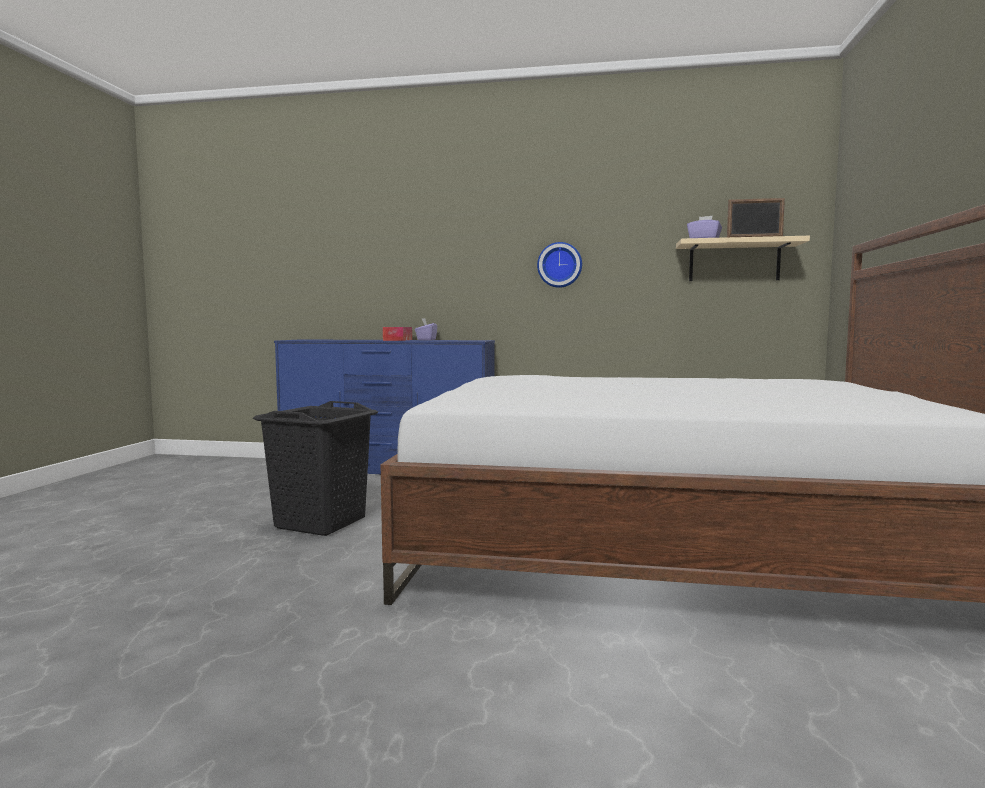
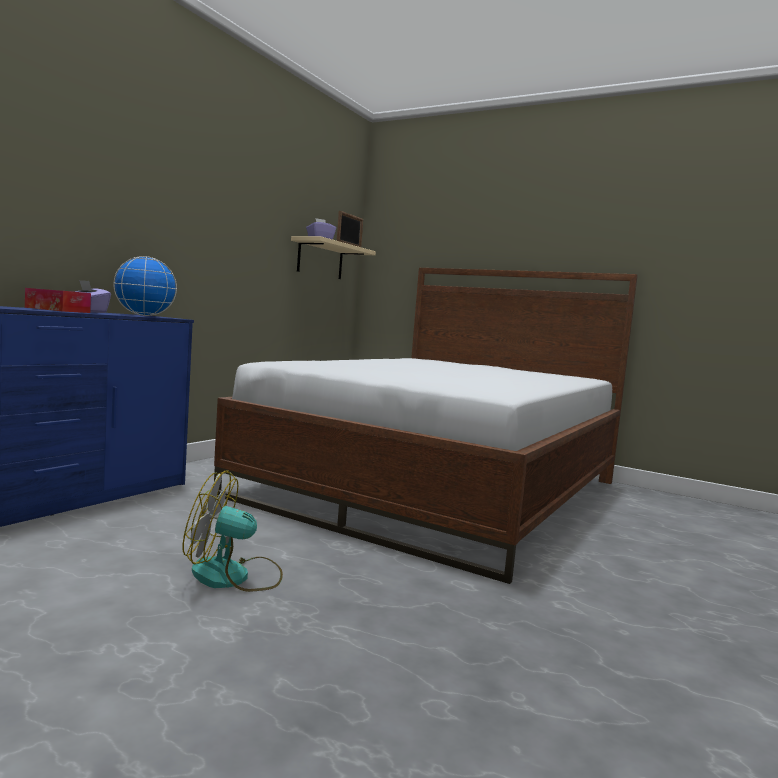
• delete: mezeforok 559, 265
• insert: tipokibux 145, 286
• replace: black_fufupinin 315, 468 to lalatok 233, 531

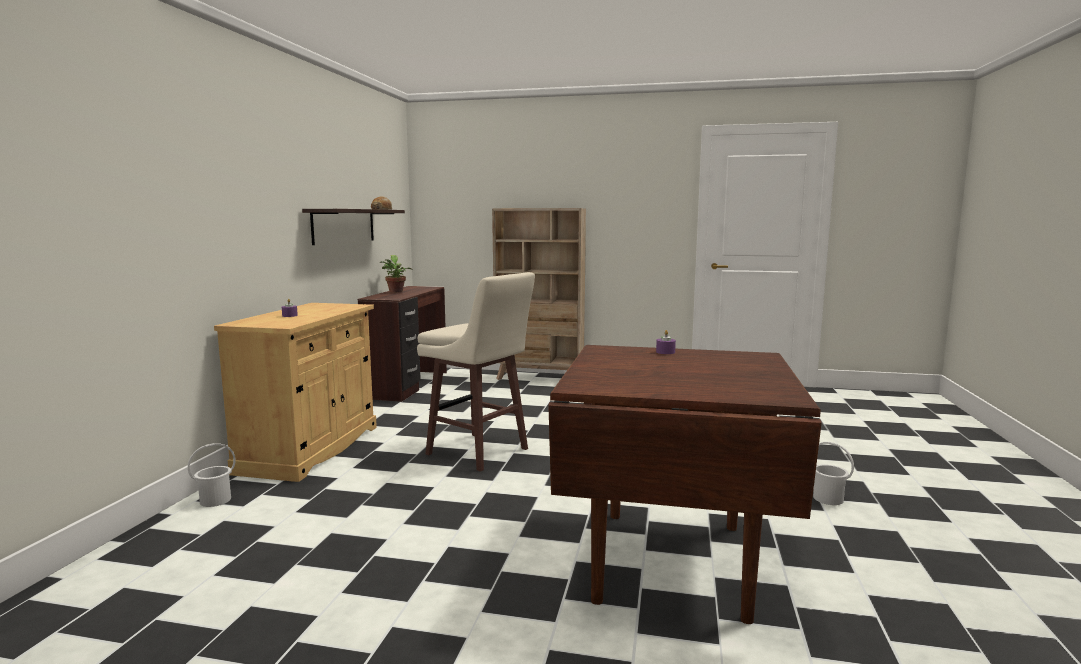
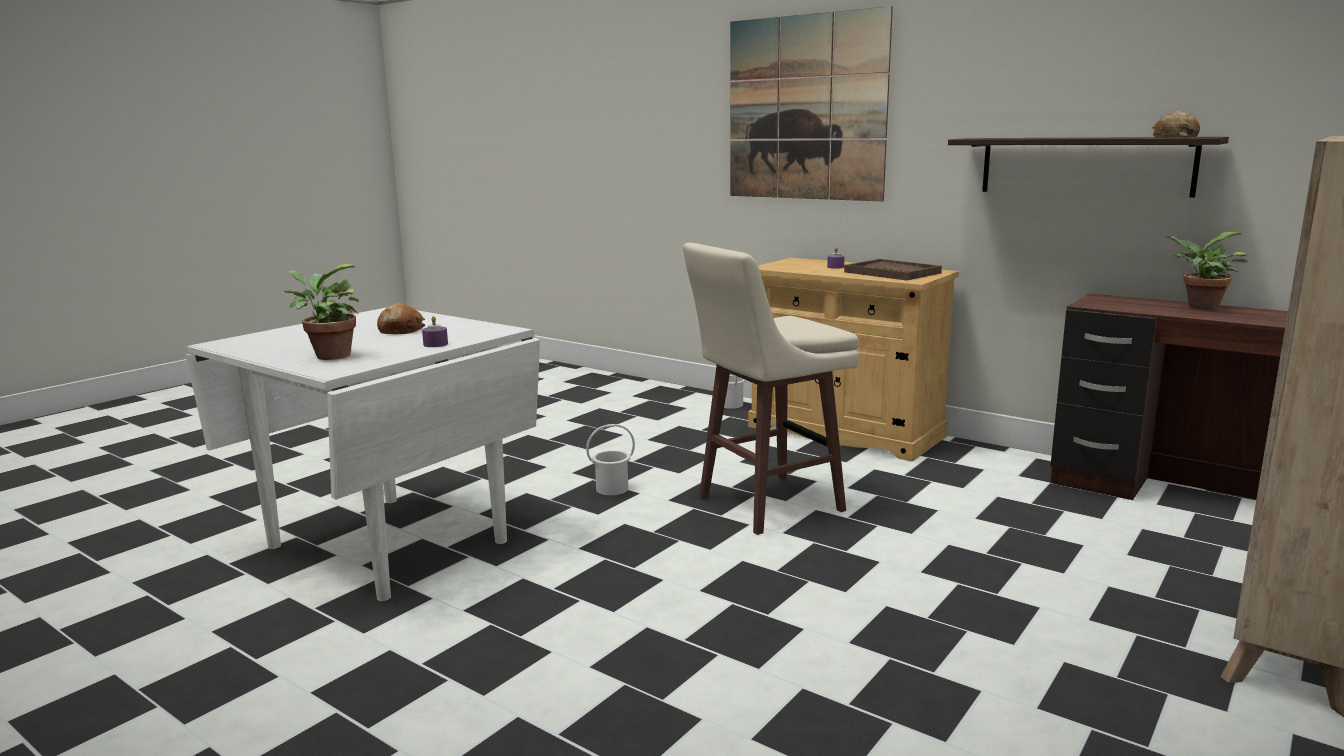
• insert: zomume 321, 312
• insert: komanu 401, 318
• insert: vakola 811, 103
• insert: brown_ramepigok 893, 270
• move: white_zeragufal 833, 473 to 610, 459
• recolor: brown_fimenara 685, 484 to white_fimenara 362, 454

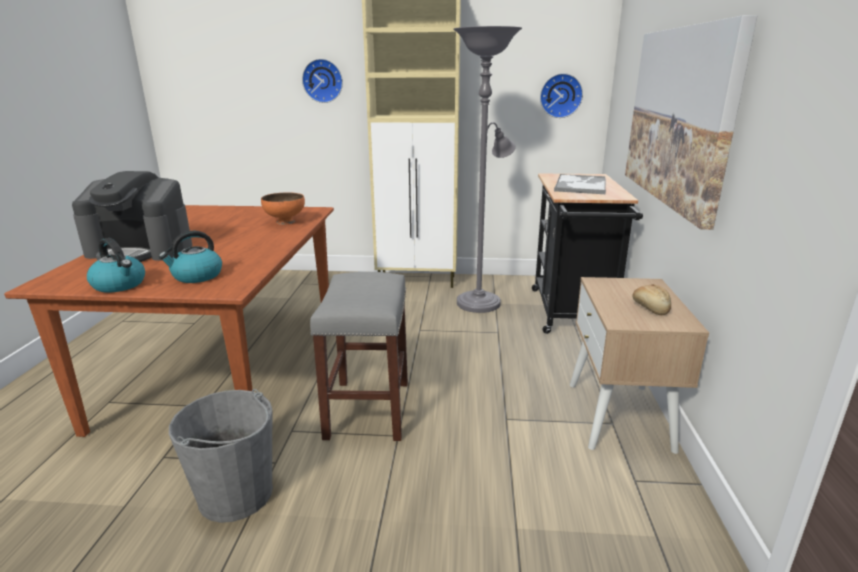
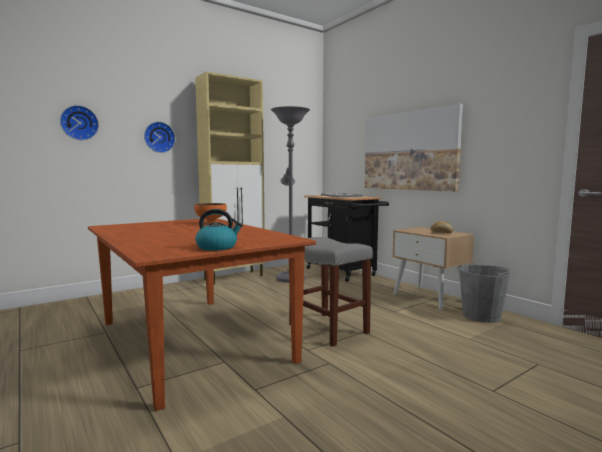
• delete: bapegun 132, 216
• delete: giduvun 190, 257
• move: grey_zeragufal 221, 456 to 484, 293
• move: mezeforok 561, 95 to 79, 122

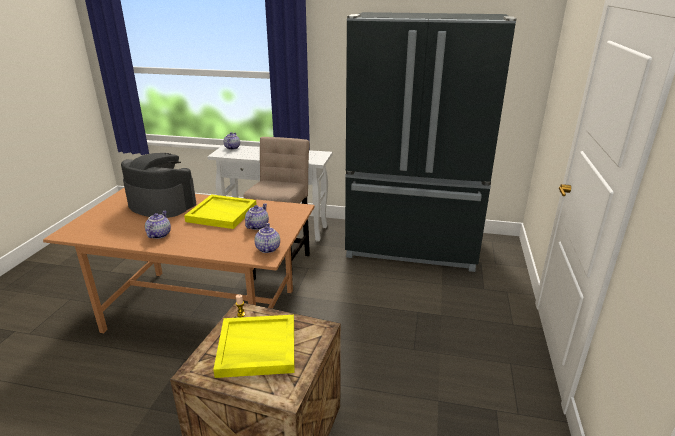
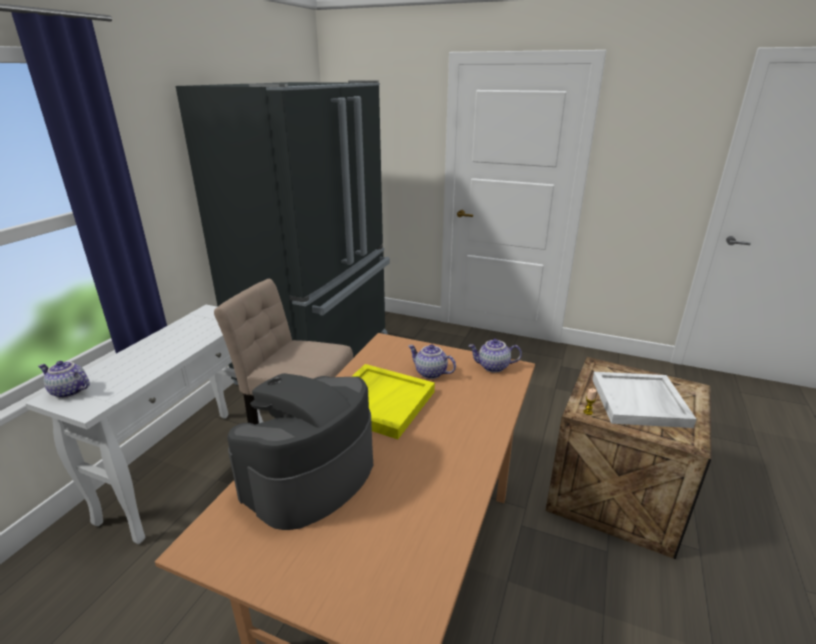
• delete: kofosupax 158, 225
• recolor: yellow_ramepigok 253, 346 to white_ramepigok 644, 400

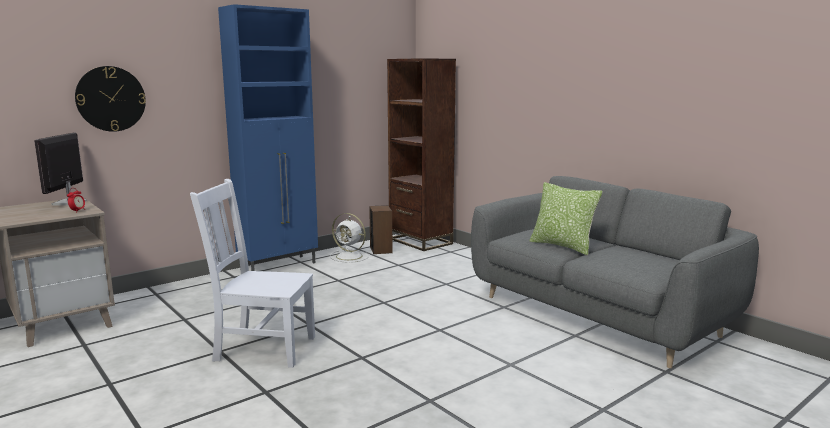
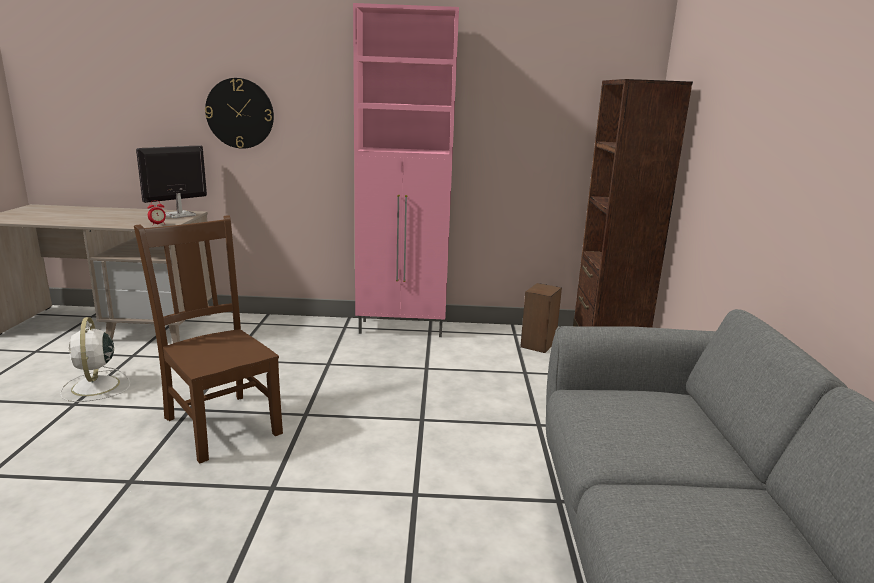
• delete: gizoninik 566, 218
• move: white_lalatok 349, 238 to 95, 359
• recolor: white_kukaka 252, 273 to brown_kukaka 208, 339
• recolor: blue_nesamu 268, 137 to pink_nesamu 406, 170

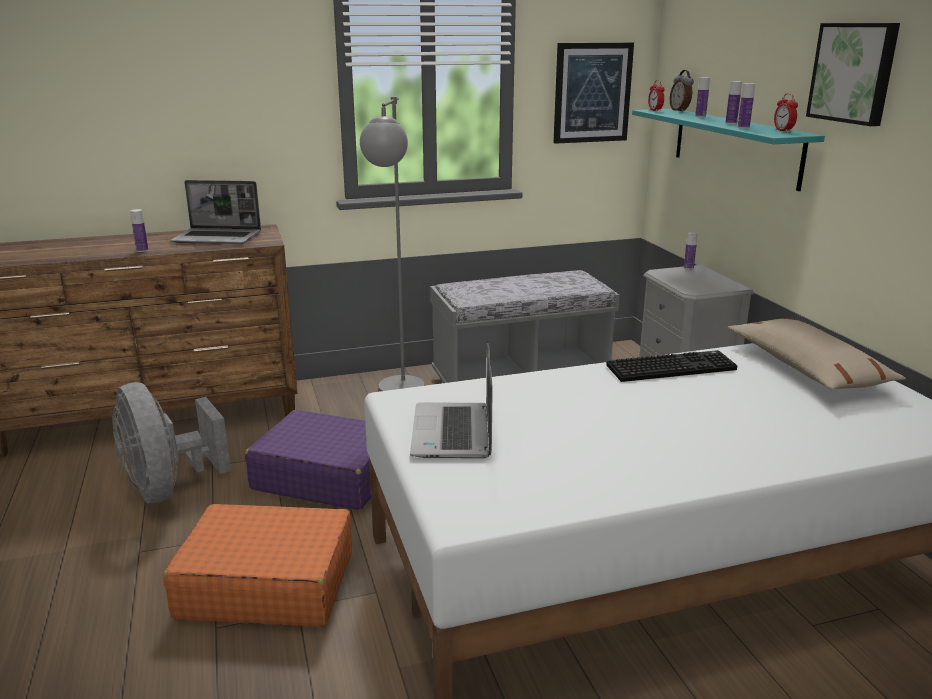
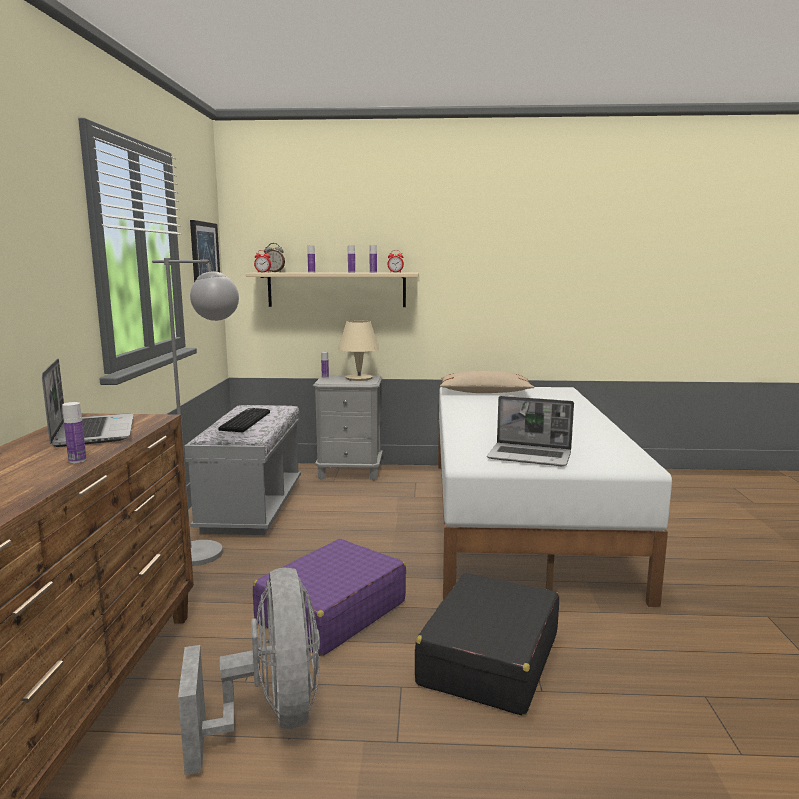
• delete: vakola 853, 74
• insert: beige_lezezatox 358, 350
• move: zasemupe 671, 366 to 244, 420
• recolor: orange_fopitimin 257, 565 to black_fopitimin 487, 644
• recolor: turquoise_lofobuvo 728, 150 to beige_lofobuvo 332, 289
• rotate: grey_lalatok 172, 442 = 249, 671 90 degrees counterclockwise
• rotate: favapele 215, 212 = 88, 402 45 degrees counterclockwise

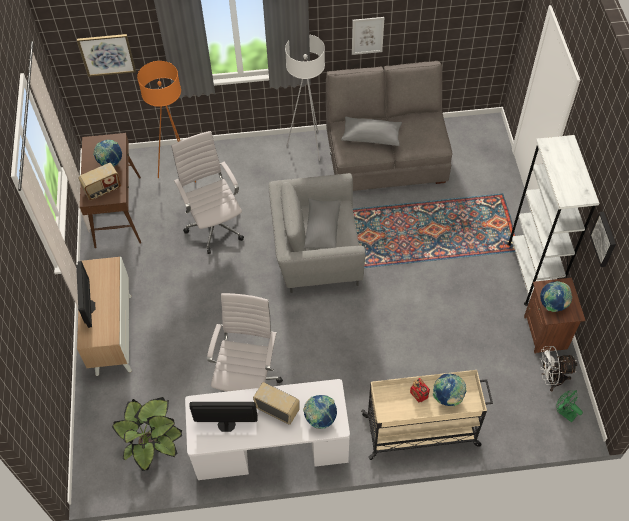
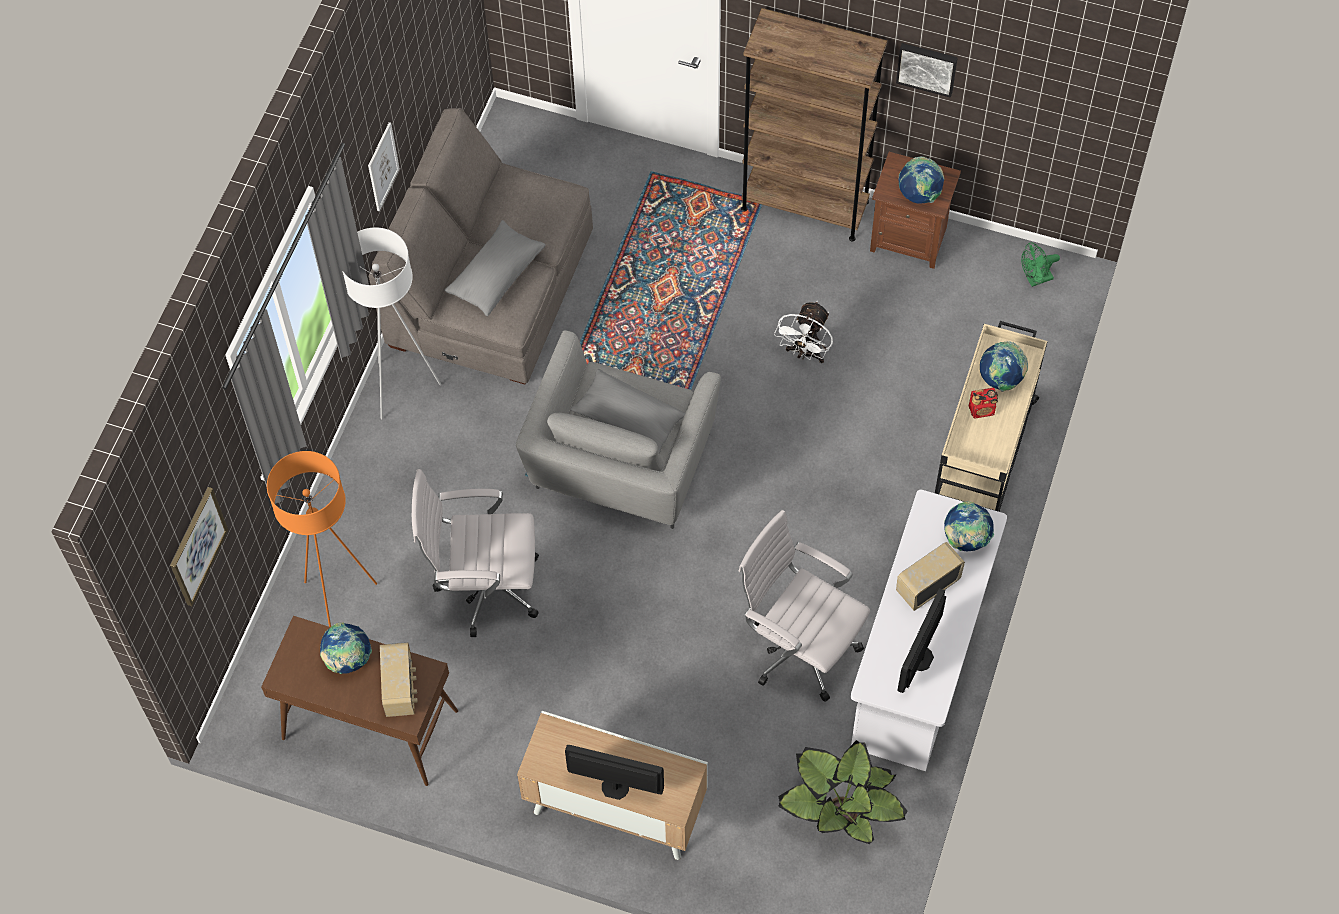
• move: white_lalatok 558, 369 to 803, 332
• recolor: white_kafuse 553, 220 to brown_kafuse 814, 125

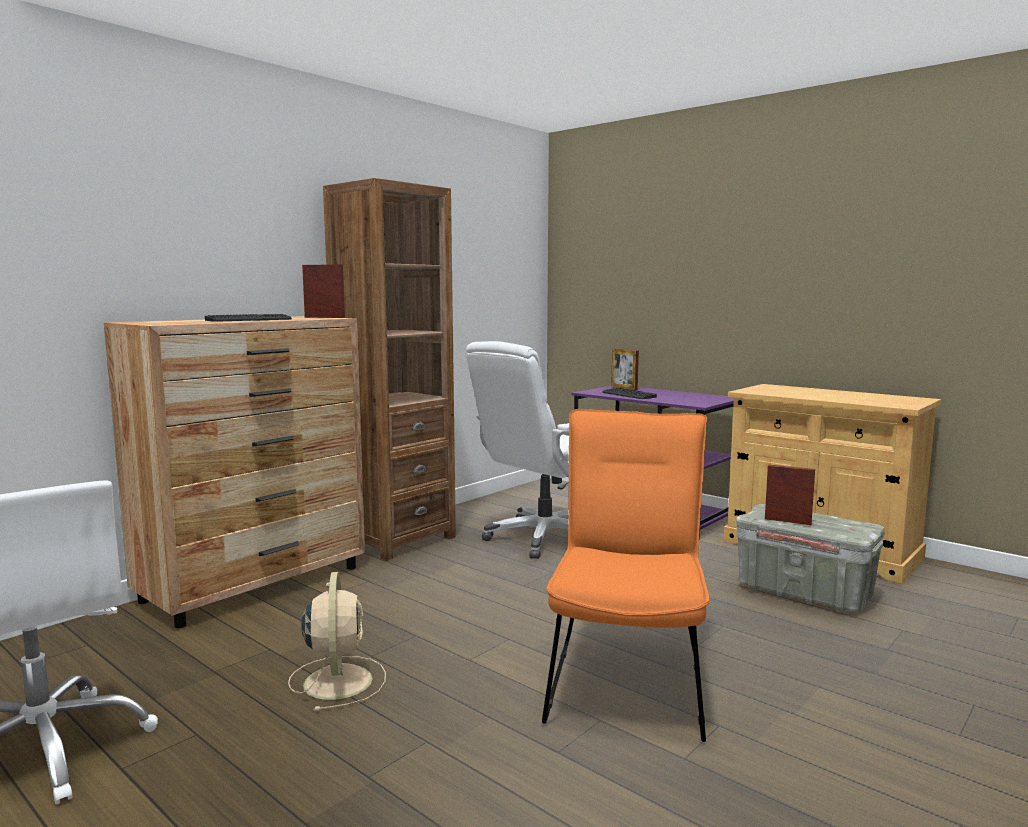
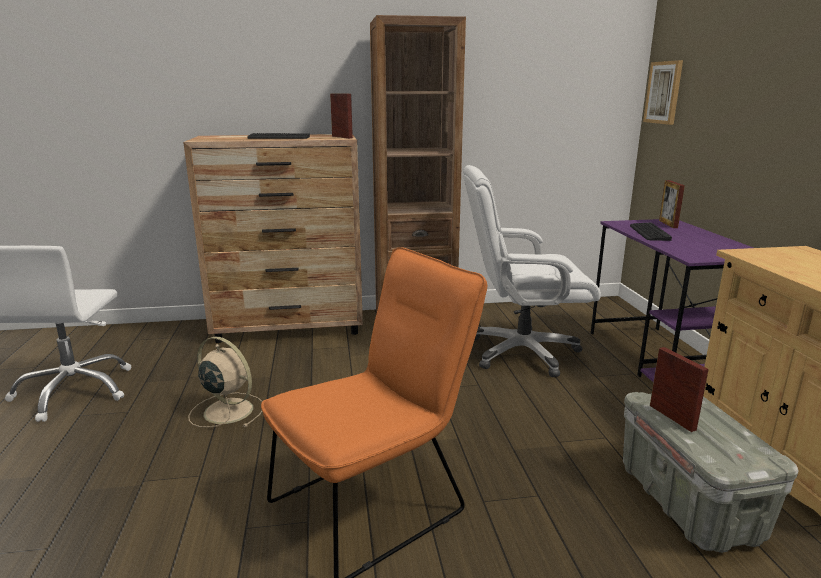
• insert: vakola 663, 92
• rotate: beige_lalatok 337, 642 = 225, 382 90 degrees counterclockwise

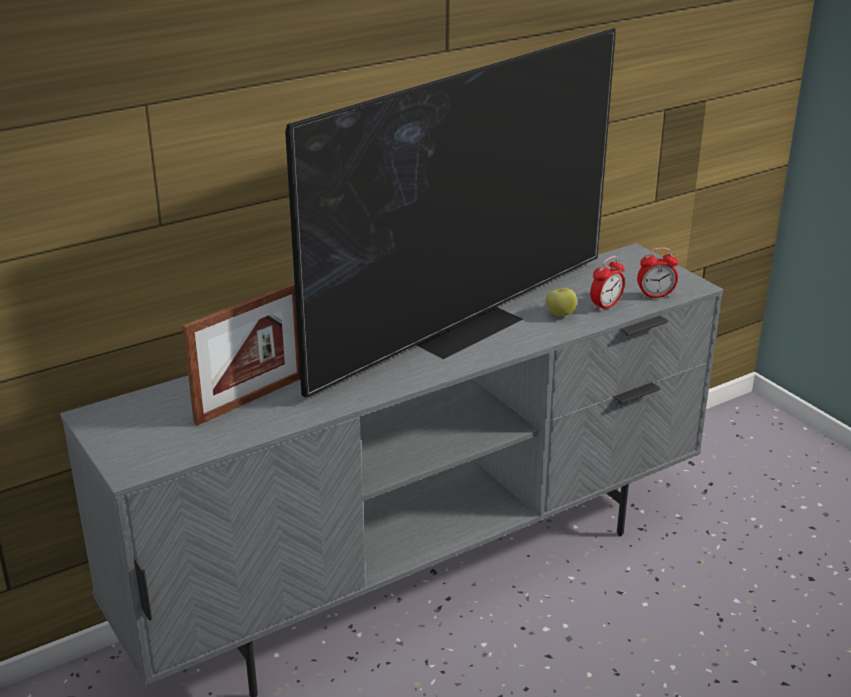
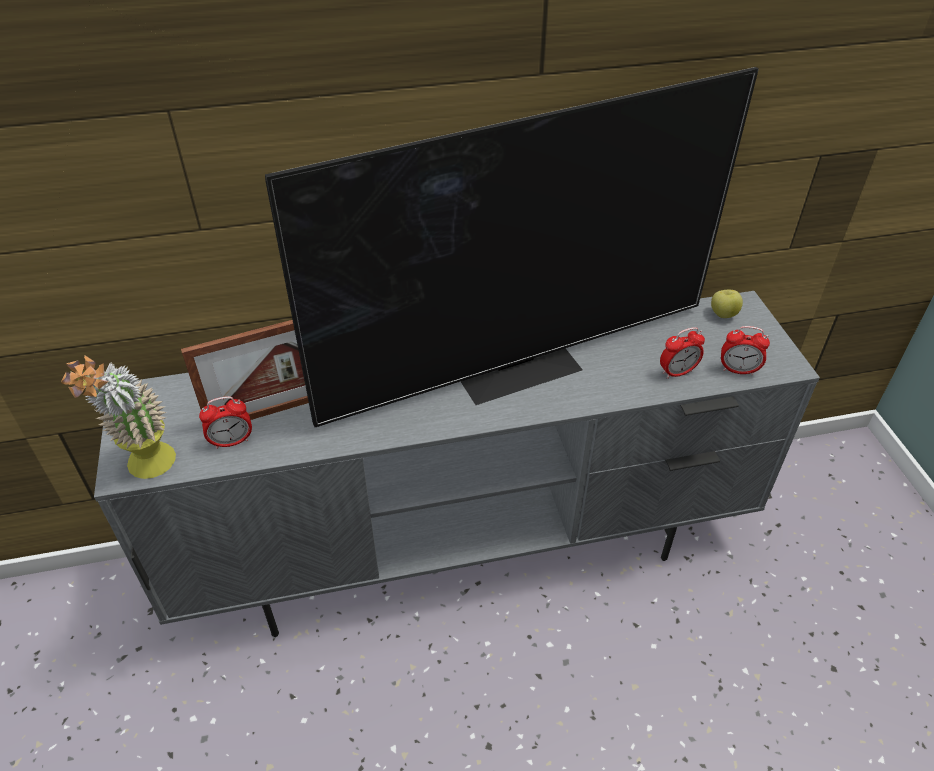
• insert: zomume 118, 417
• insert: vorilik 225, 422
• move: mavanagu 561, 302 to 727, 304

